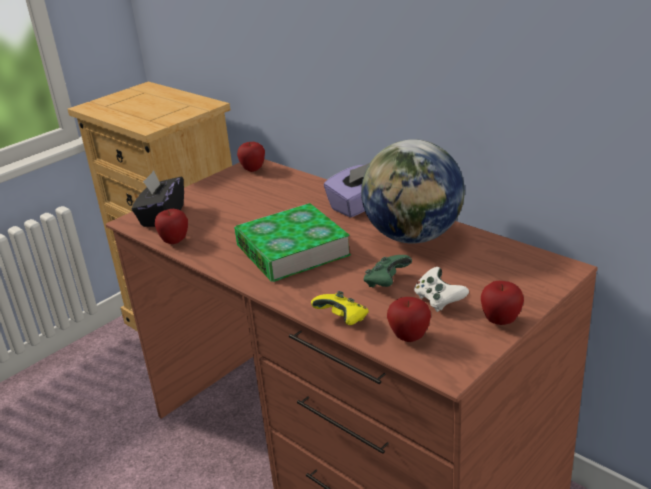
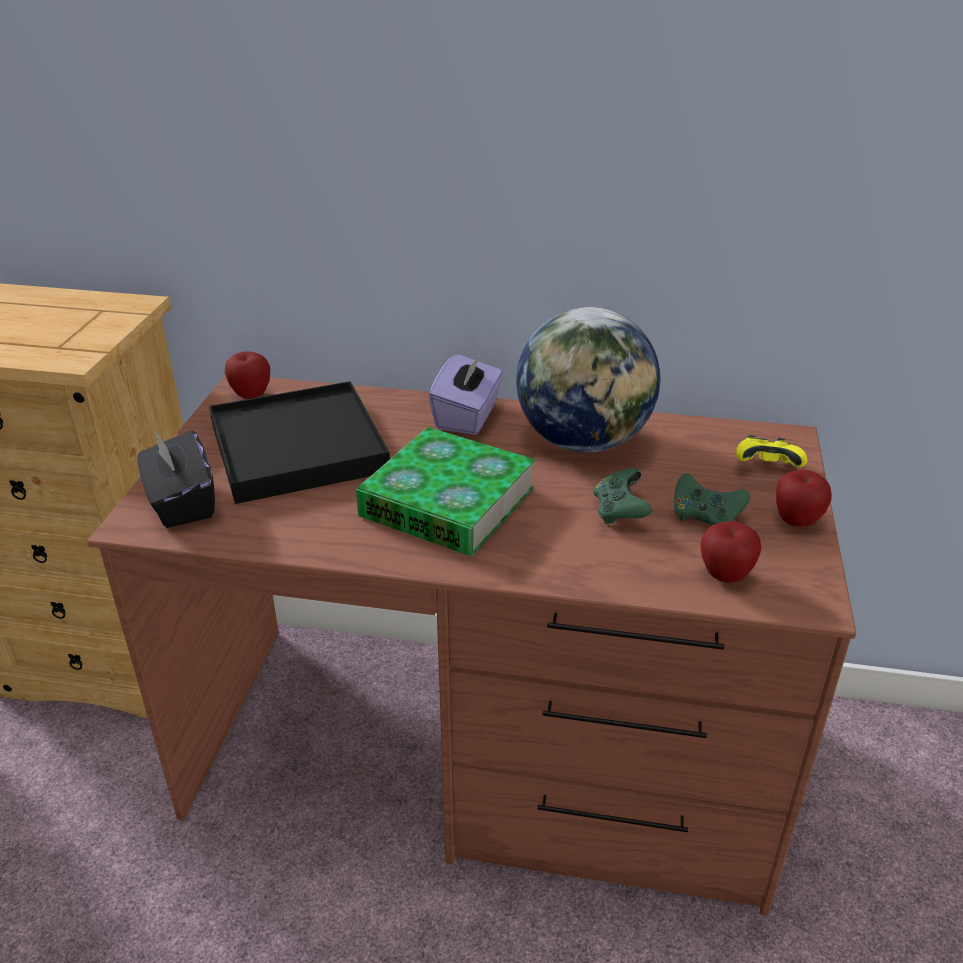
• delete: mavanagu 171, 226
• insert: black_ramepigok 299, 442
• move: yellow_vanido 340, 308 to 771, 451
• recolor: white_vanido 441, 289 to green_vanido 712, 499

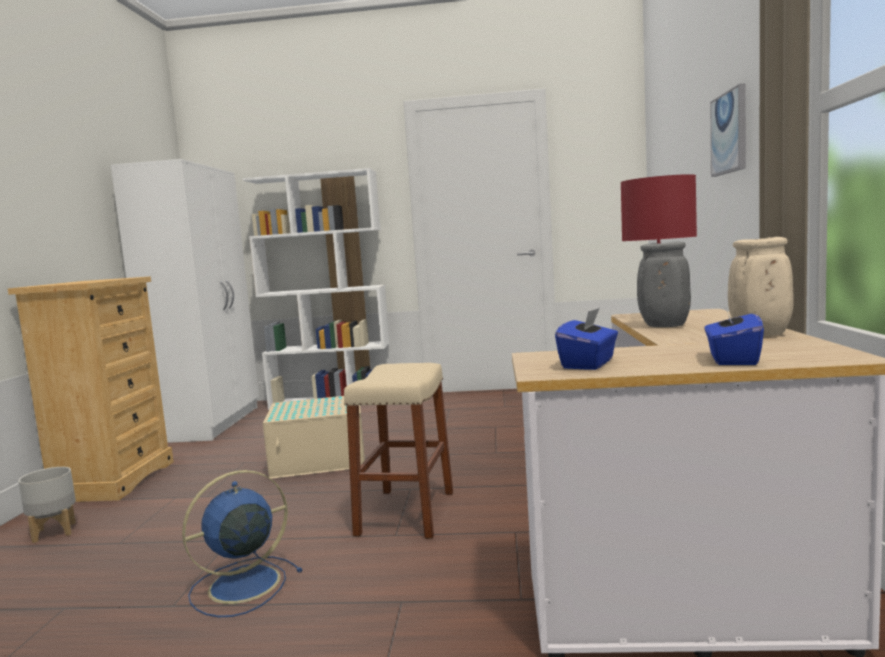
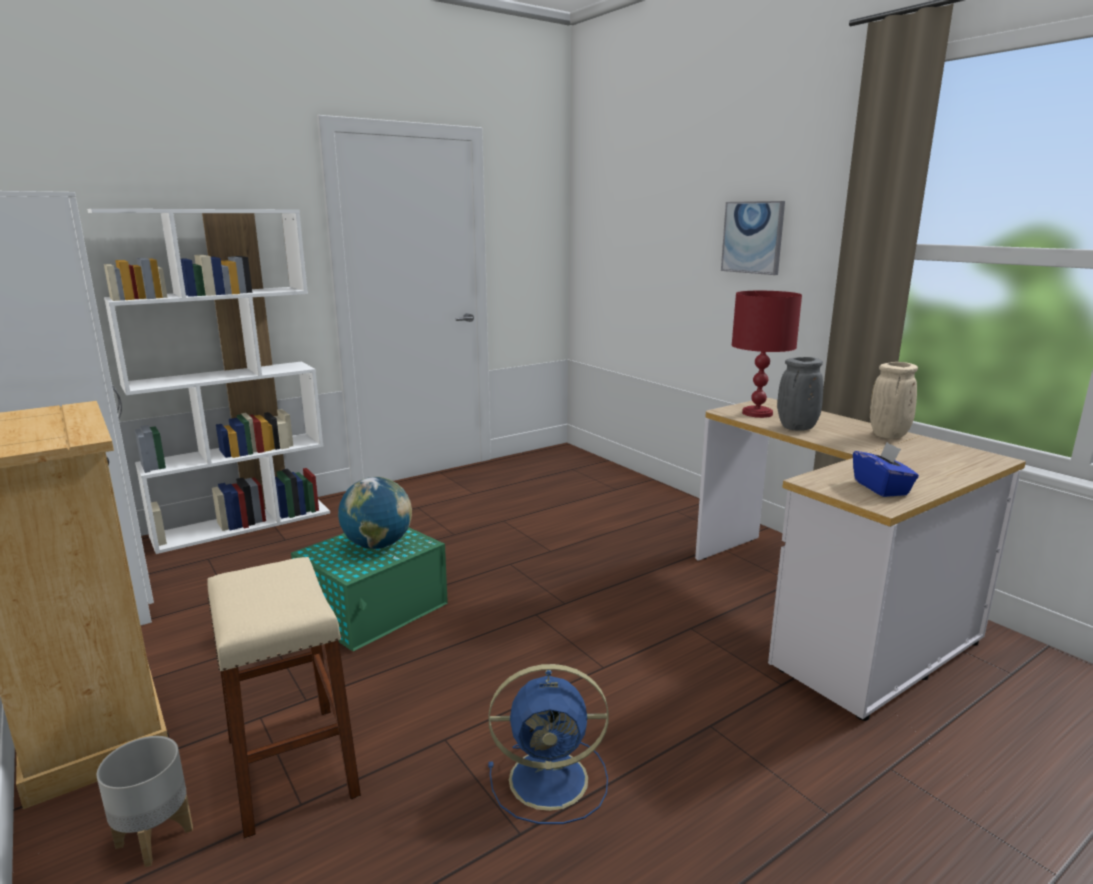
• delete: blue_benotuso 734, 333
• insert: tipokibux 375, 513
• move: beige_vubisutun 398, 451 to 284, 698
• recolor: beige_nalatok 314, 437 to green_nalatok 369, 589
• rotate: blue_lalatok 242, 543 = 548, 744 105 degrees counterclockwise

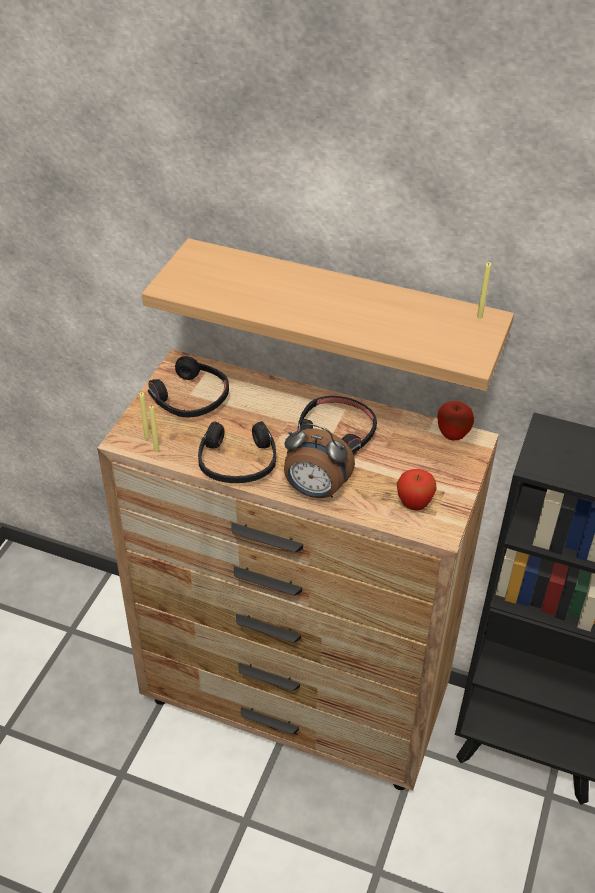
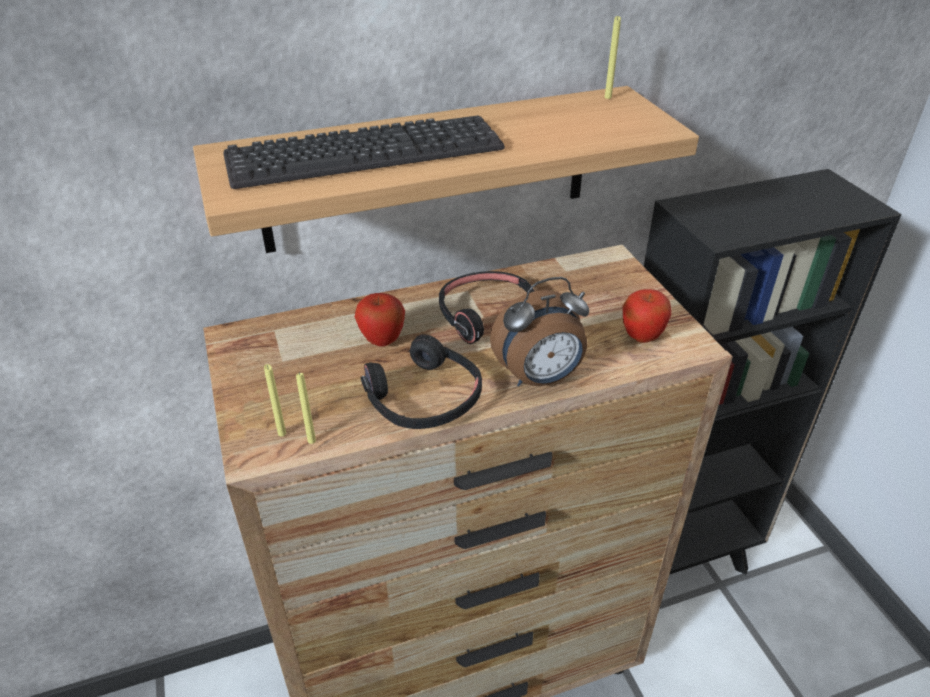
• delete: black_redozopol 188, 386
• insert: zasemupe 364, 152
• move: mavanagu 455, 421 to 380, 320

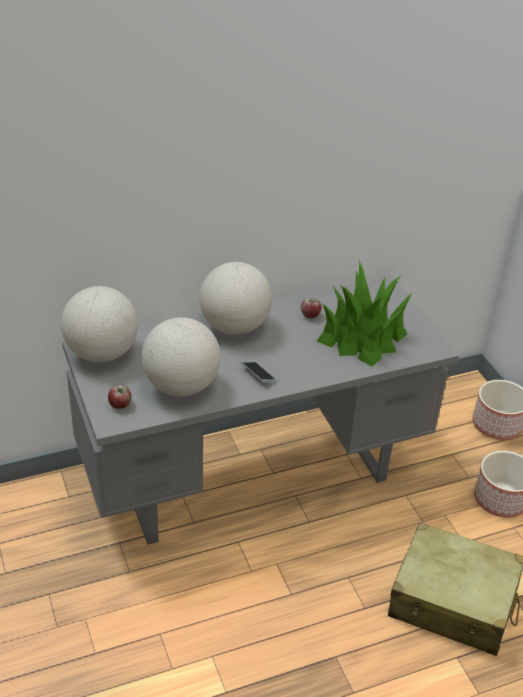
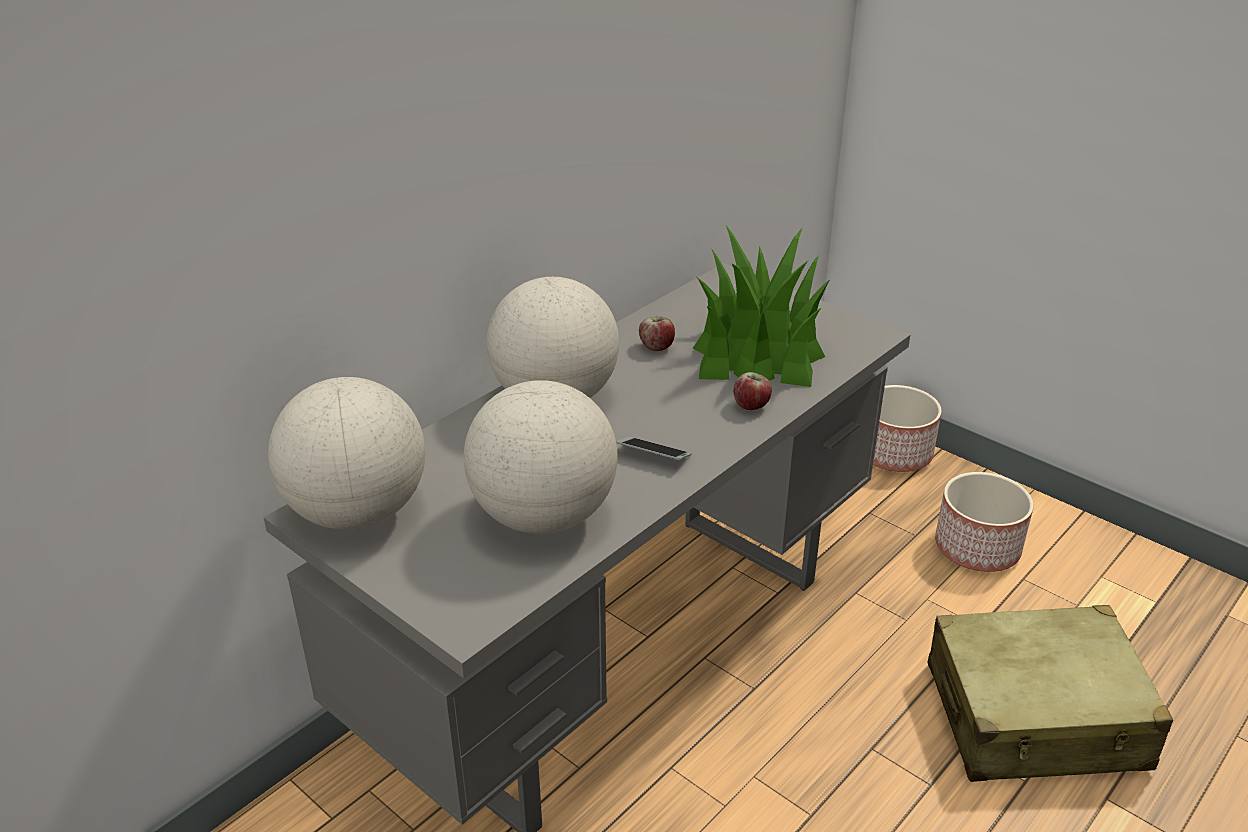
• move: mavanagu 120, 397 to 752, 391

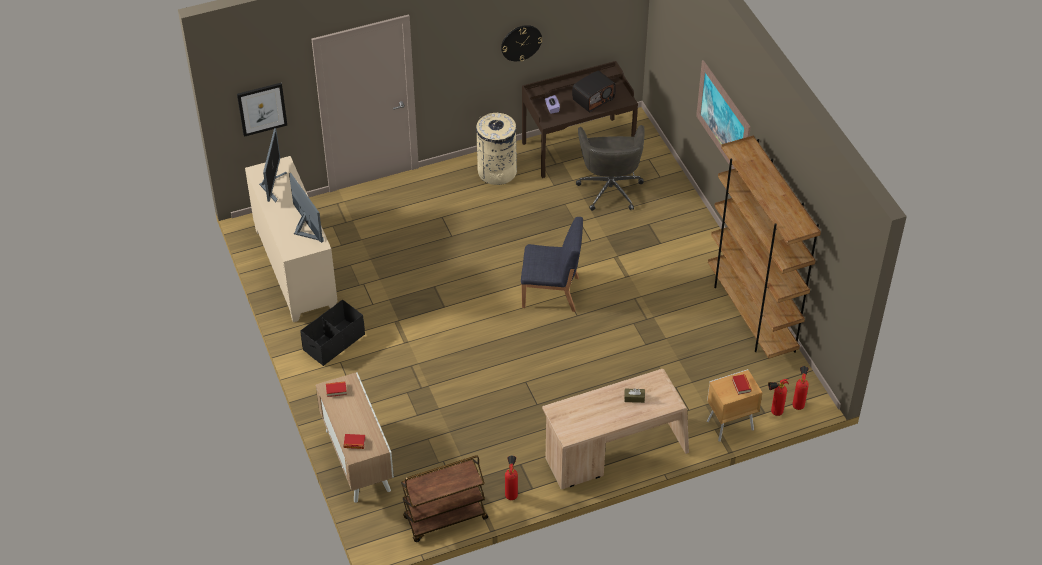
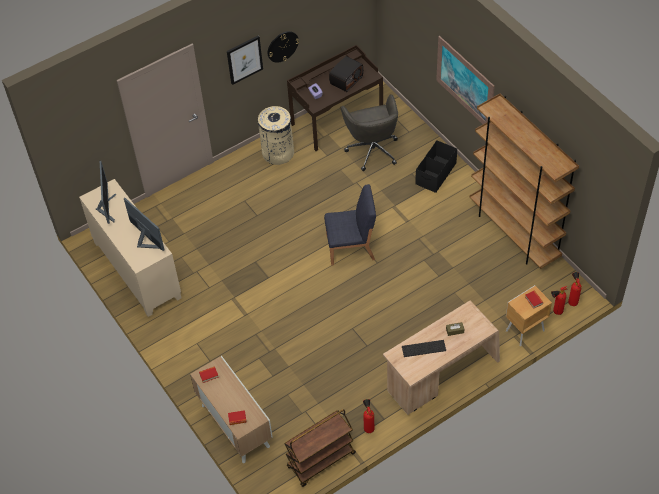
• insert: zasemupe 424, 348
• move: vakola 262, 110 to 245, 60
• move: black_nalatok 332, 332 to 436, 166

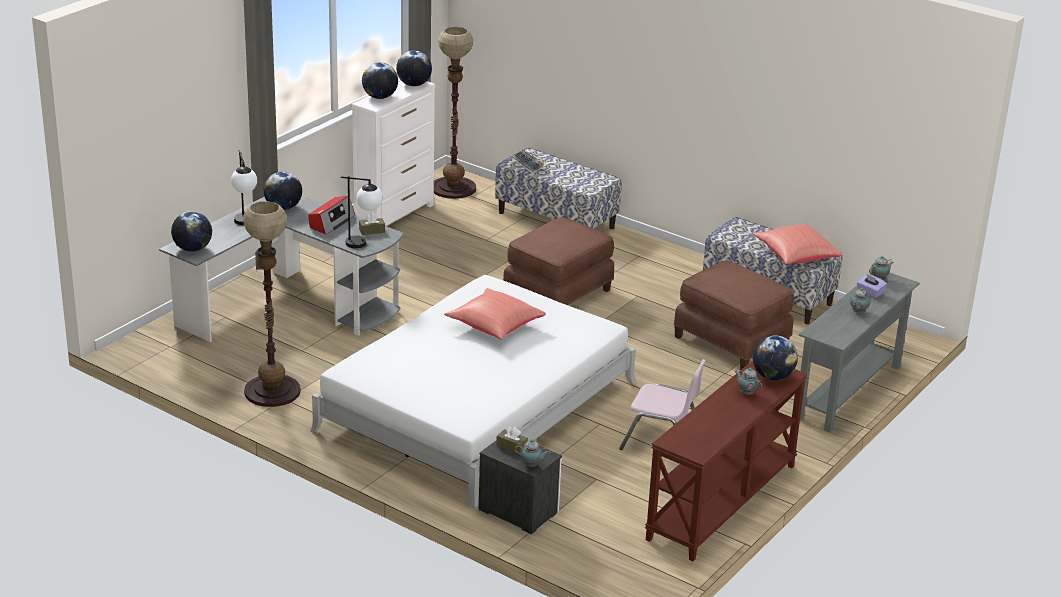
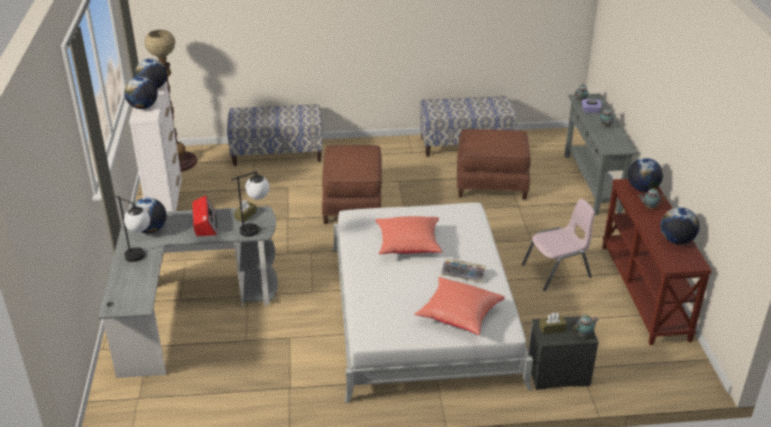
• delete: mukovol 272, 304
• move: tipokibux 191, 231 to 680, 225
• move: zasemupe 530, 161 to 463, 270
• move: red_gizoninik 797, 243 to 460, 306

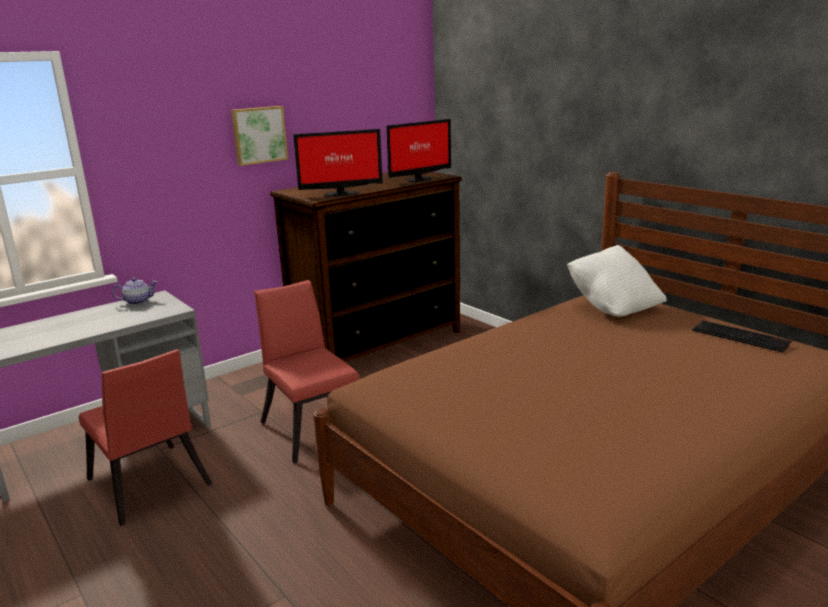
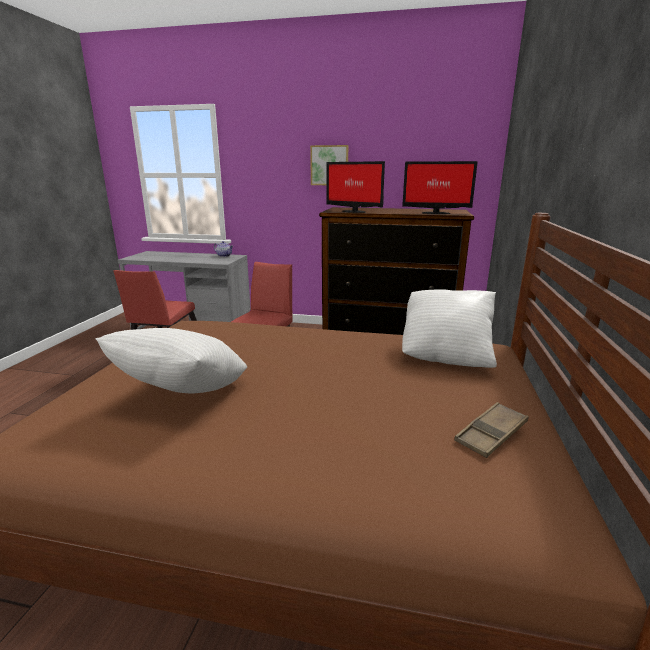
• insert: white_gizoninik 171, 361
• replace: zasemupe 742, 337 to brown_ramepigok 491, 430

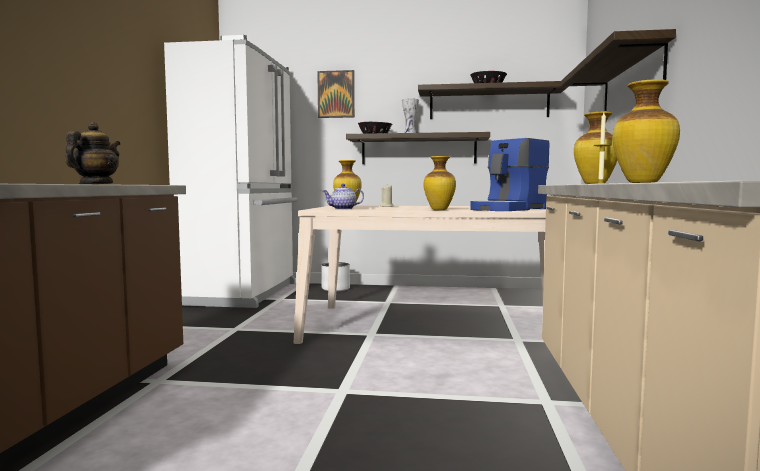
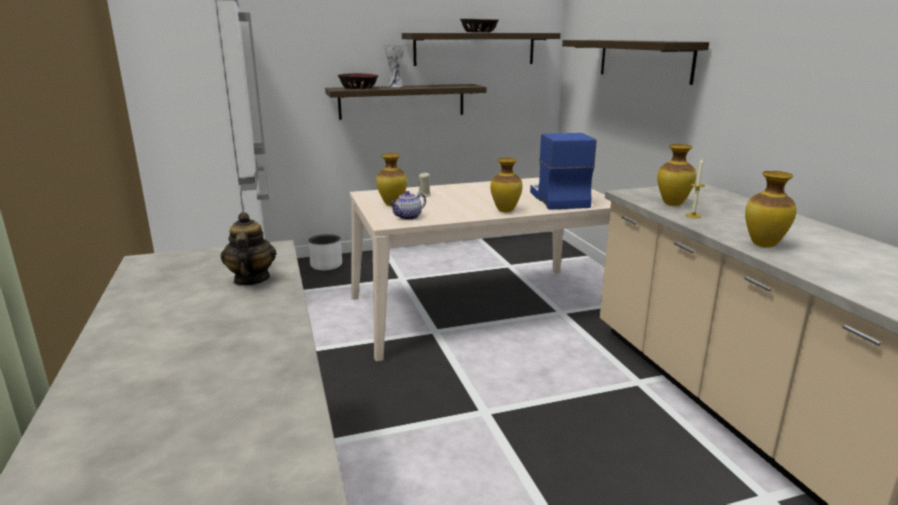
• delete: vakola 336, 94
• rotate: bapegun 509, 174 = 563, 171 150 degrees clockwise

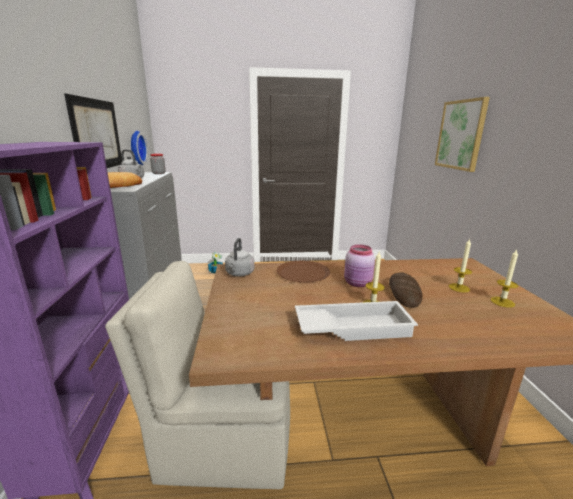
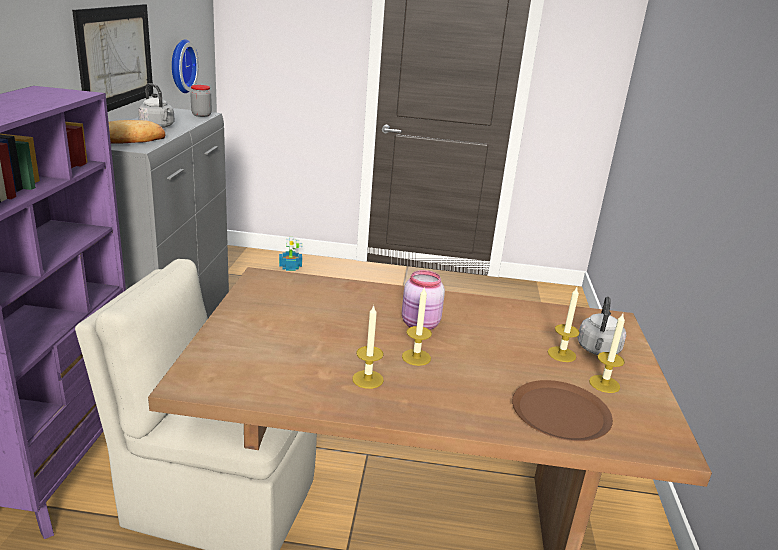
• delete: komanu 406, 290
• delete: vakola 462, 134
• move: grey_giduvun 239, 257 to 601, 325
• move: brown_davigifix 303, 272 to 562, 410
• replace: white_ramepigok 356, 321 to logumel 368, 347

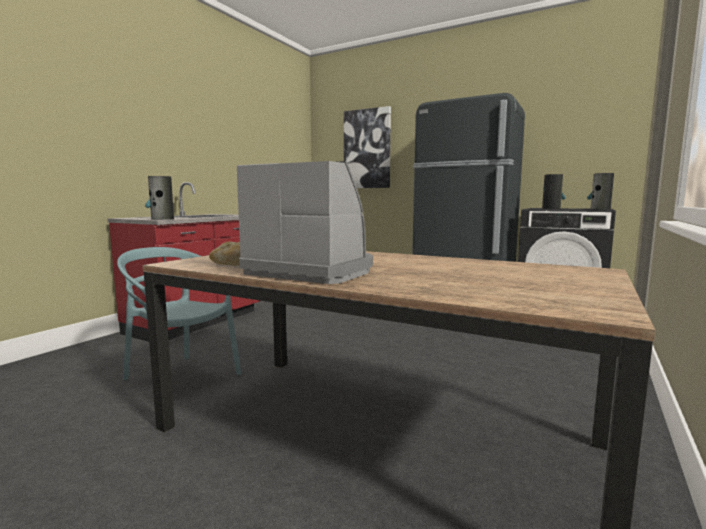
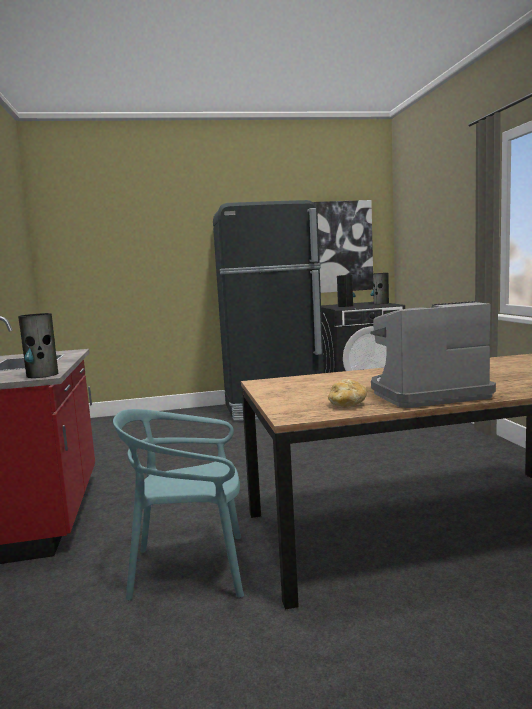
• move: vakola 367, 147 to 343, 246

